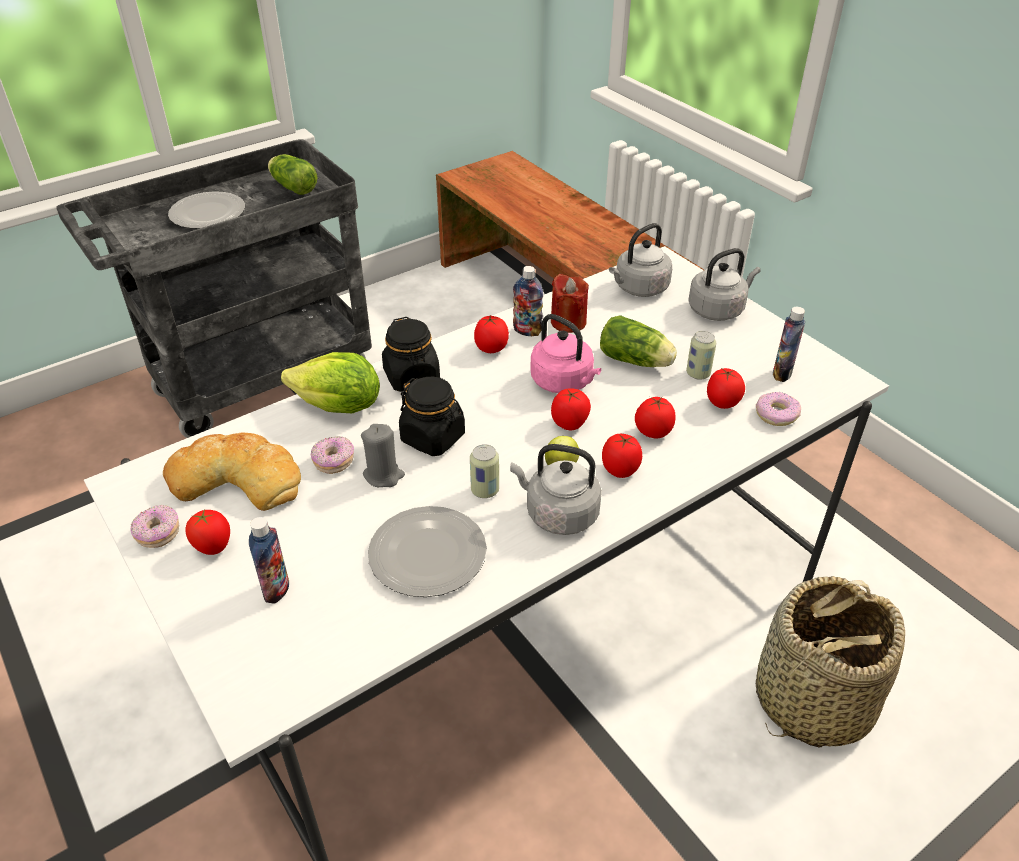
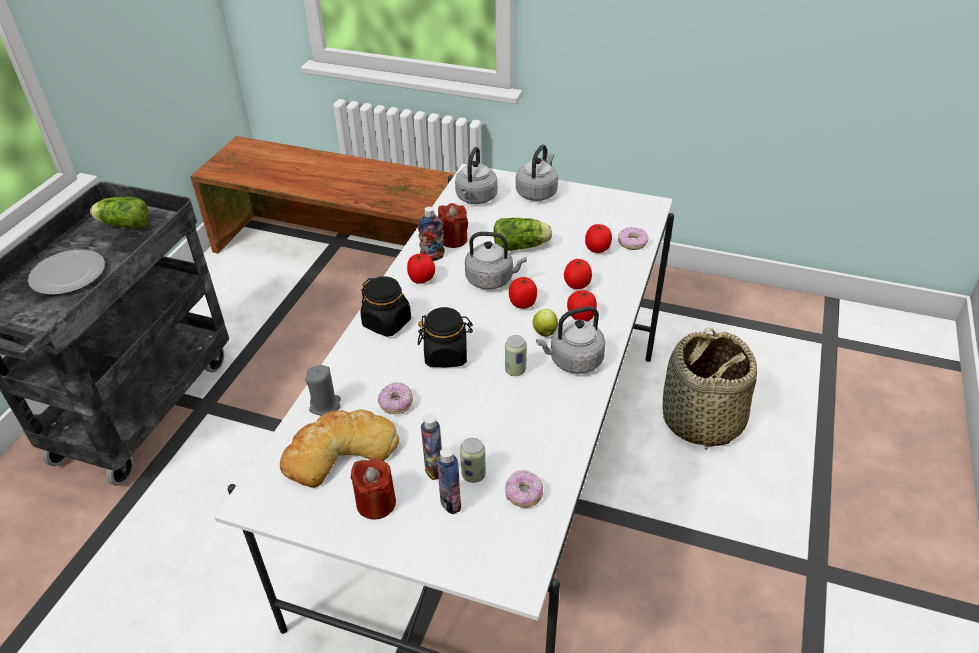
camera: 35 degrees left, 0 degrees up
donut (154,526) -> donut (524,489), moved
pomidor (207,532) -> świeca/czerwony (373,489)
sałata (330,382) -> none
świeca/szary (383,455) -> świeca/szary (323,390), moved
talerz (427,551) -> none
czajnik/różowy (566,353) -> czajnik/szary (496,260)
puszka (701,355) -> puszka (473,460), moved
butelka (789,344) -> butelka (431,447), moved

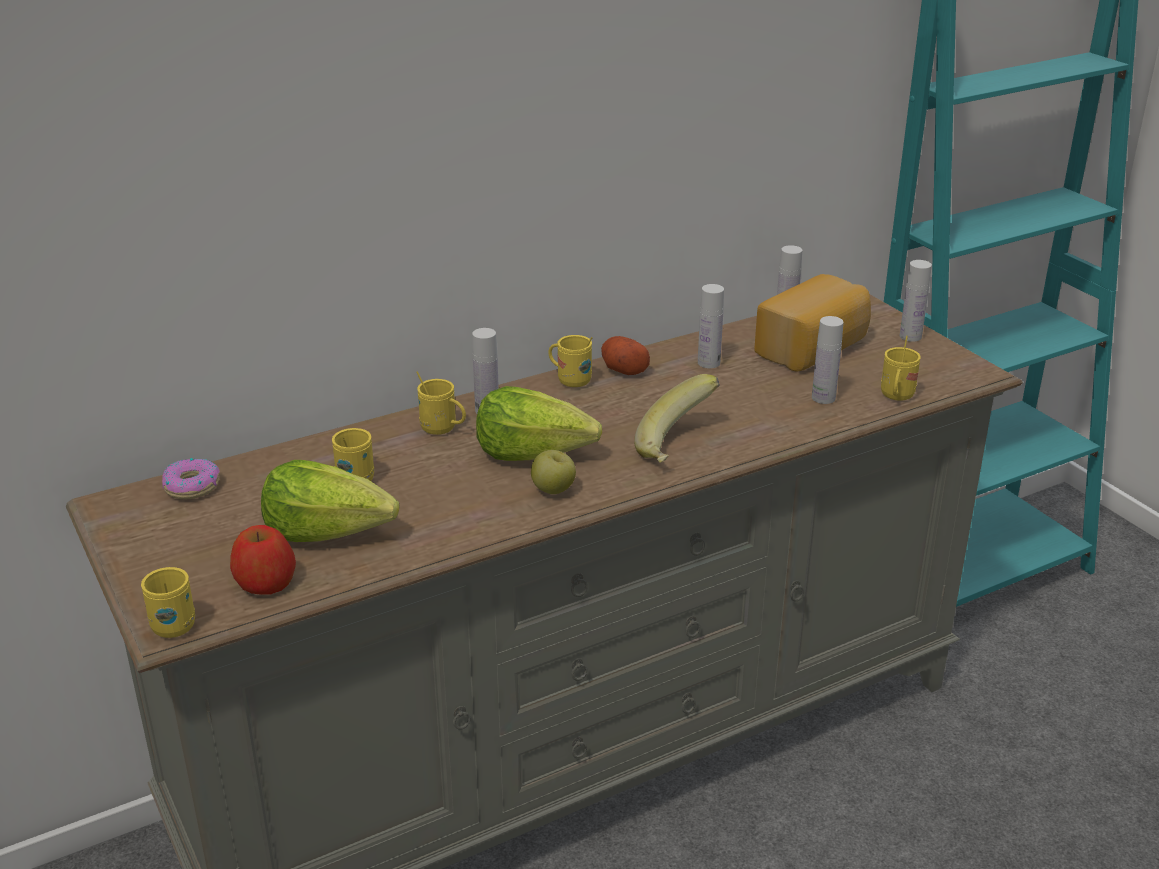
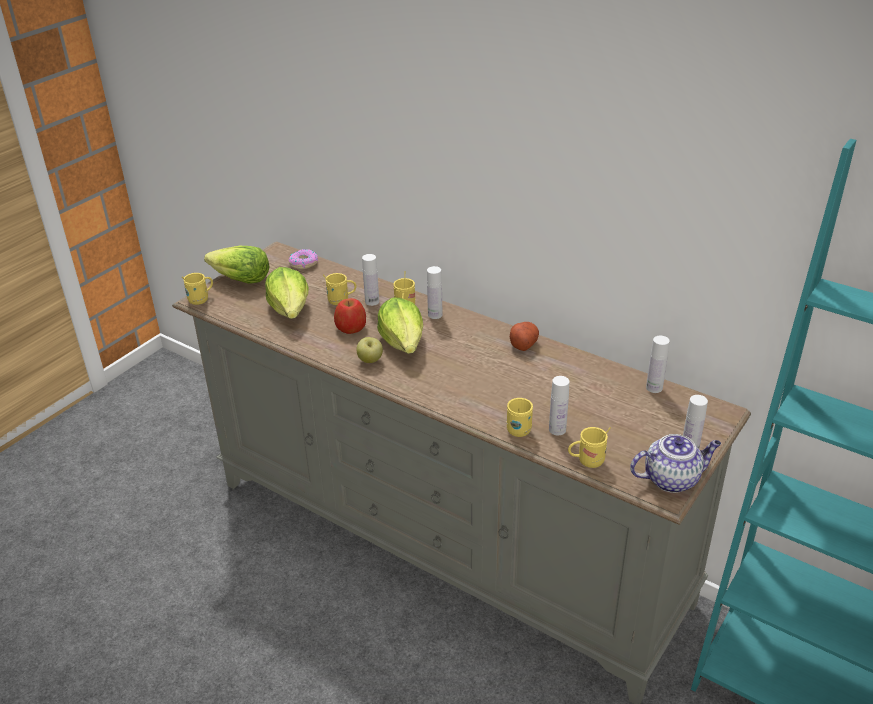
camera: 65 degrees right, 5 degrees up
jabłko (263,559) -> jabłko (350,316), moved
kubek/żółty (570,361) -> kubek/żółty (520,417), moved
banan (677,418) -> none
butelka/biały (711,326) -> butelka/biały (370,280), moved
chleb (812,323) -> none
none -> sałata (237,265)
none -> imbryk (675,463)

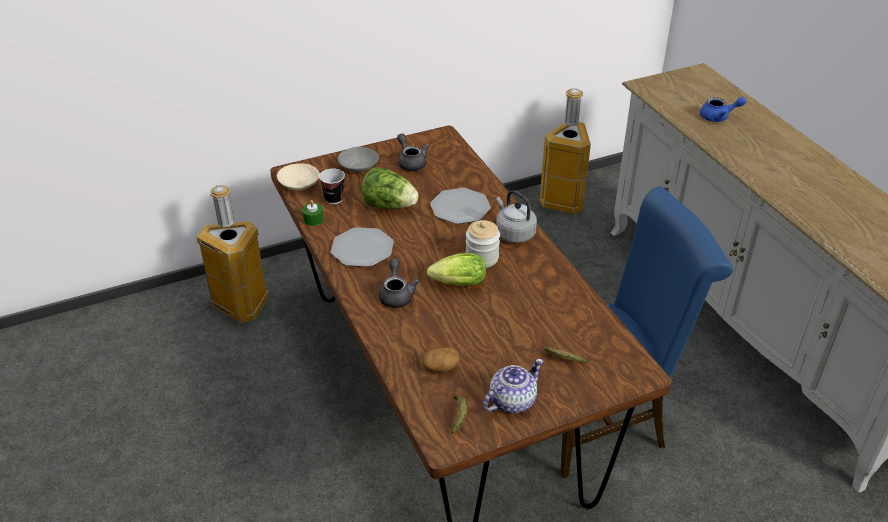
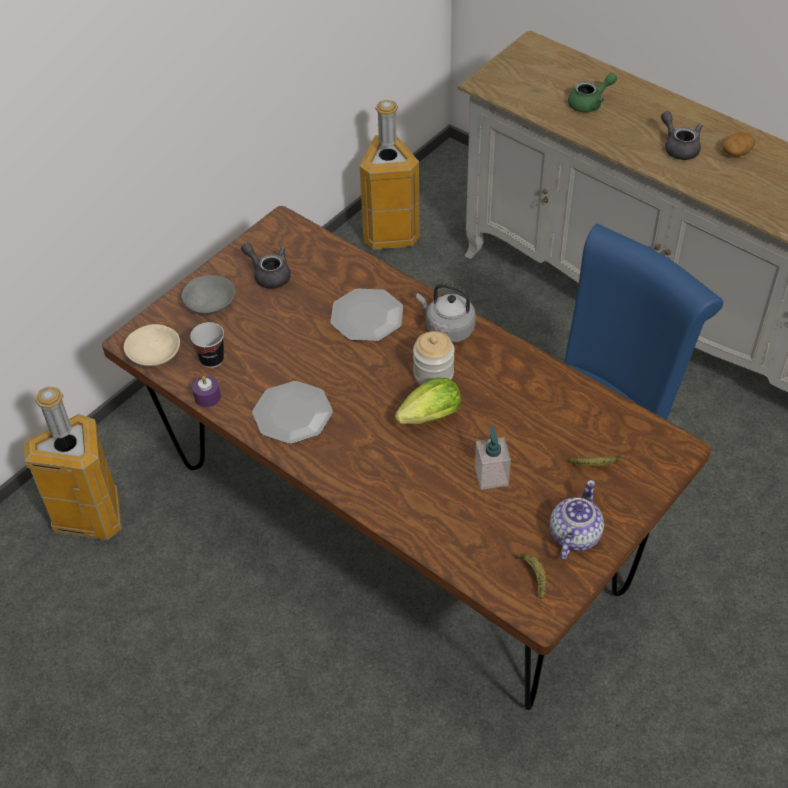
camera: 25 degrees left, 10 degrees up
świeca/zielony (313,213) -> świeca/fioletowy (206,391)
sałata (390,188) -> none
imbryk/szary (399,283) -> imbryk/szary (682,135), moved
ziemniak (441,360) -> ziemniak (738,143), moved
imbryk/niebieski (723,109) -> imbryk/zielony (592,92)
none -> dozownik mydła (493,457)

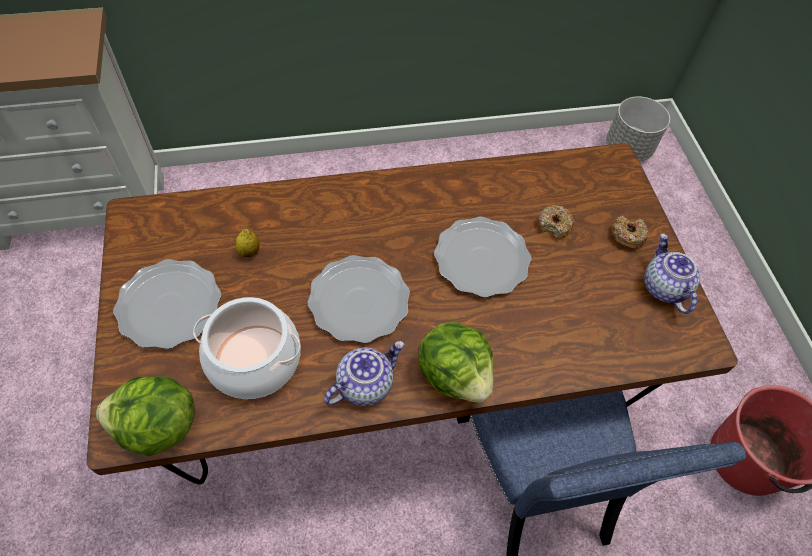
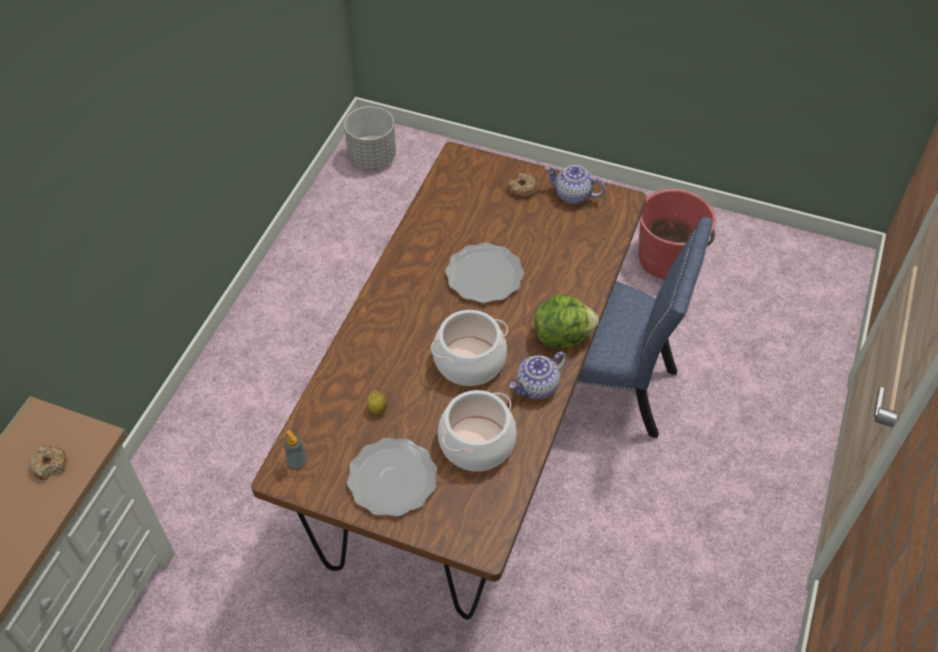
camera: 55 degrees left, 5 degrees down
sałata (145,416) -> none
talerz (358,299) -> garnek (469,348)
imbryk (364,373) -> imbryk (538,376), 120 degrees counterclockwise
donut (556,221) -> donut (48,462), moved
none -> dozownik mydła (295,449)

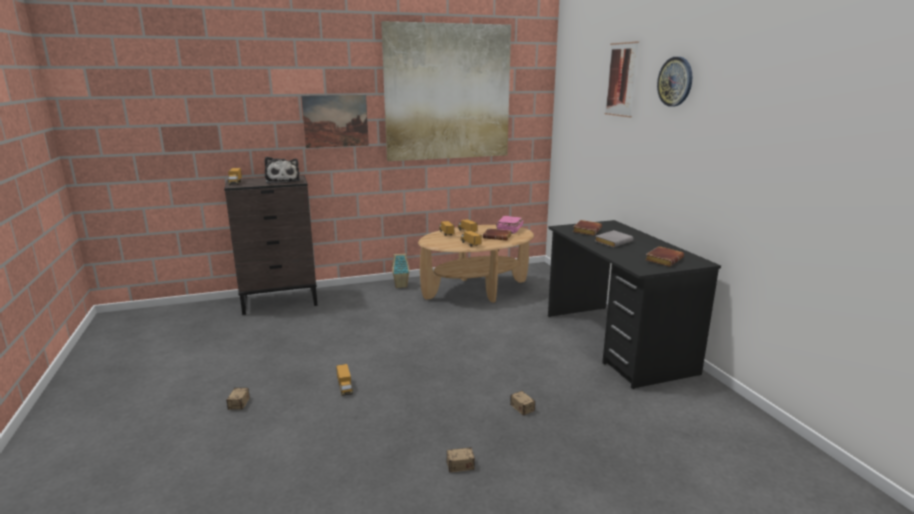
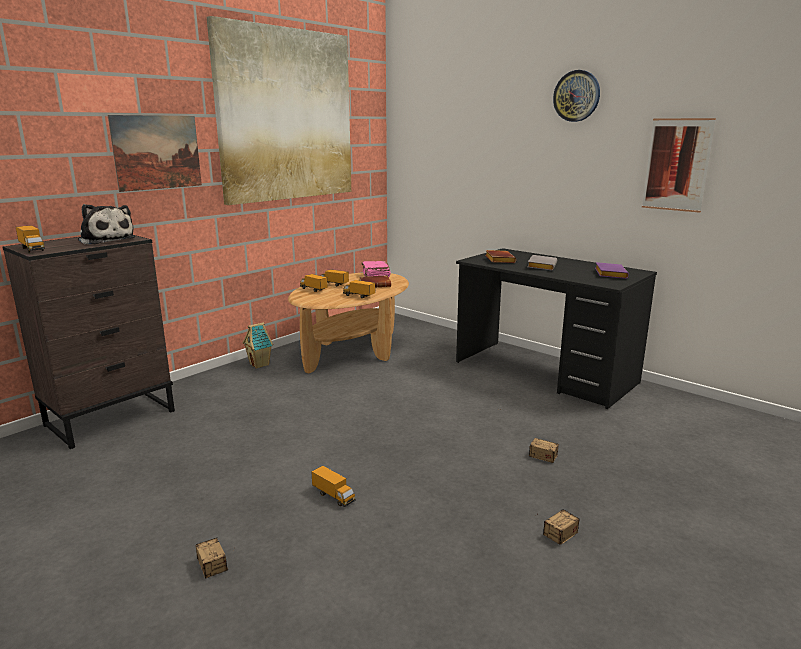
camera: 30 degrees left, 0 degrees up
obraz (622,79) -> obraz (679,165), moved
książka/brązowy (664,256) -> książka/fioletowy (612,270)

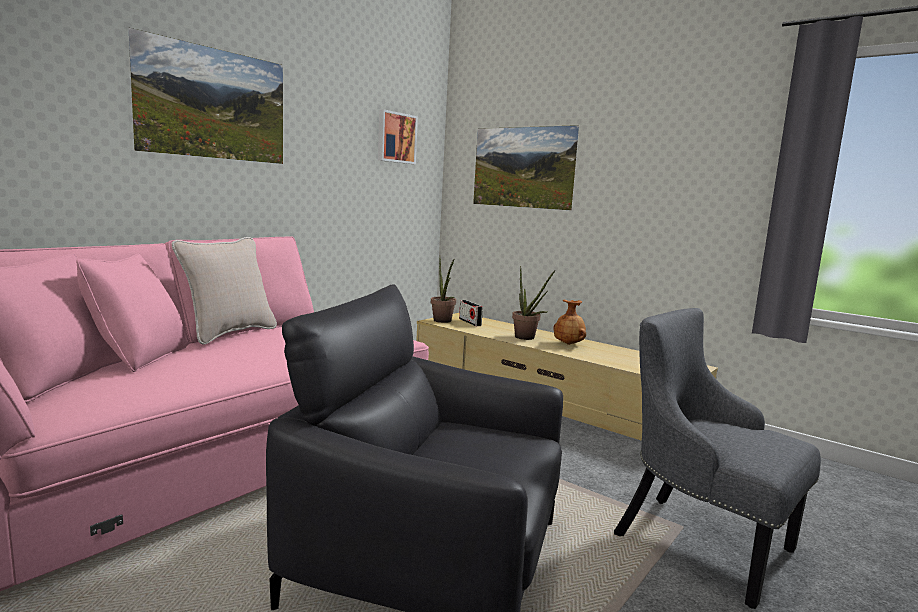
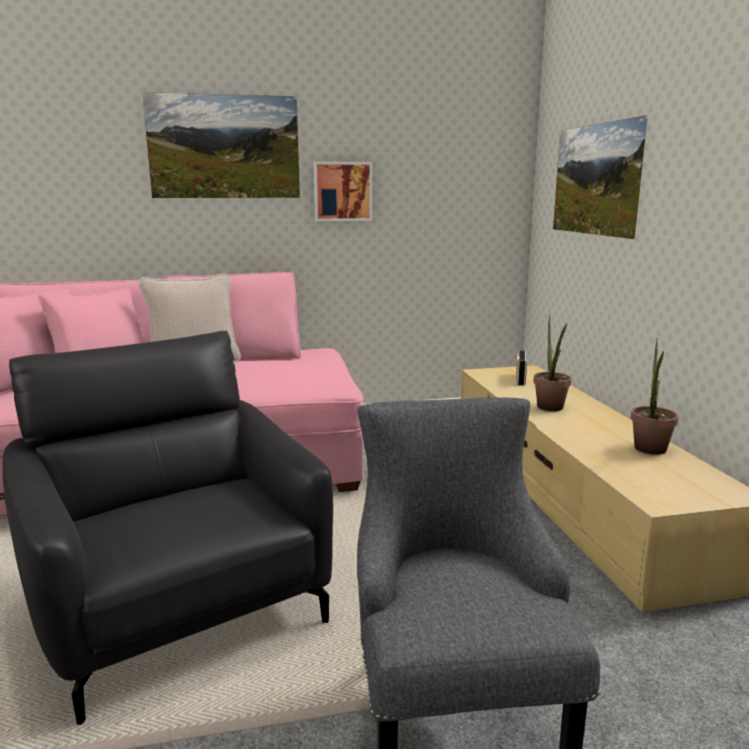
camera: 40 degrees right, 5 degrees up
obraz (398,136) -> obraz (343,191), moved
roślina doniczkowa (443,290) -> roślina doniczkowa (655,396), moved
wazon/brązowy (569,322) -> none

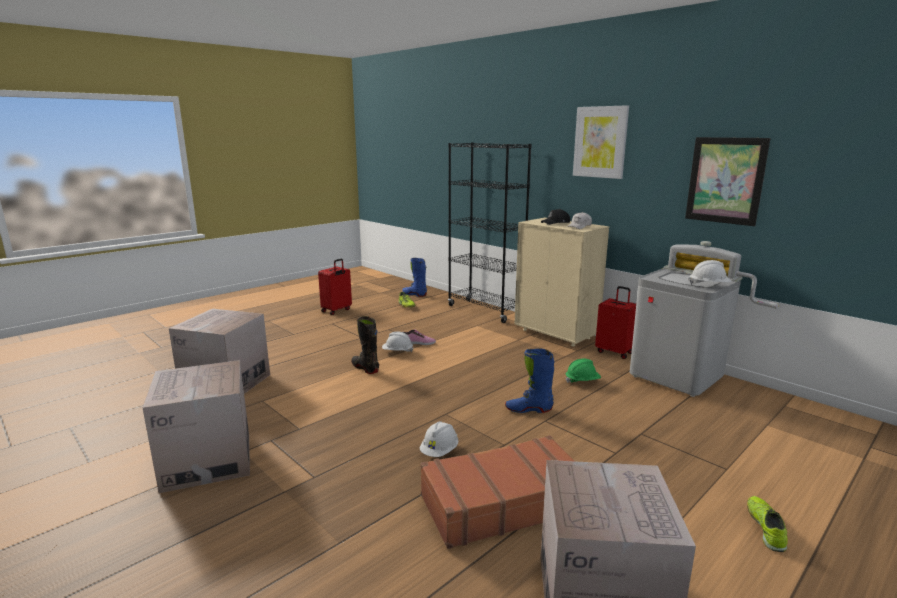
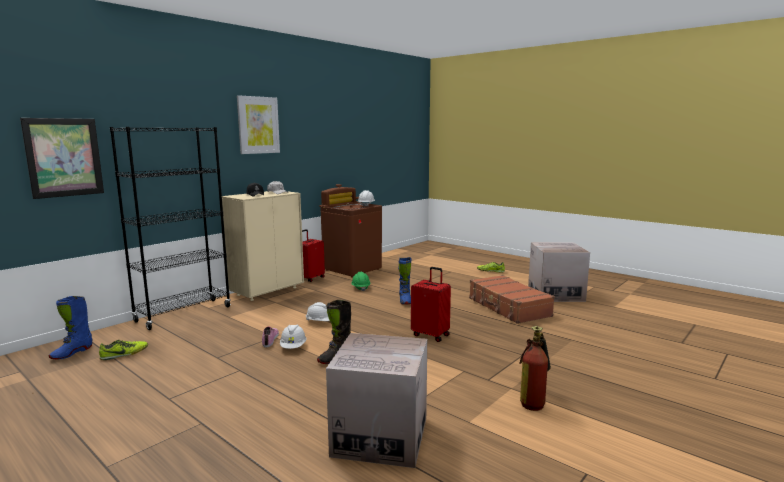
camera: 95 degrees left, 5 degrees down
karton (196,426) -> gaśnica (535,368)
walizka/czerwony (335,287) -> walizka/czerwony (431,304), moved
kask/biały (439,439) -> kask/biały (318,311), moved
pralka/szary (704,319) -> pralka/brązowy (350,231)
obraz (728,181) -> obraz (62,158), moved

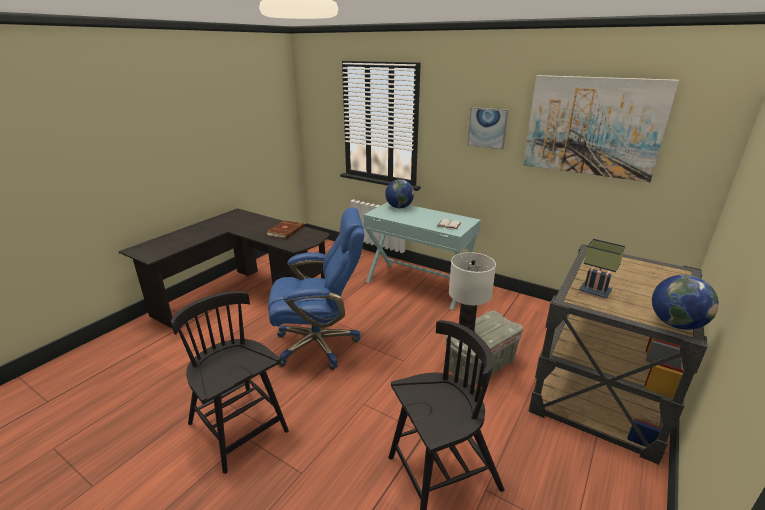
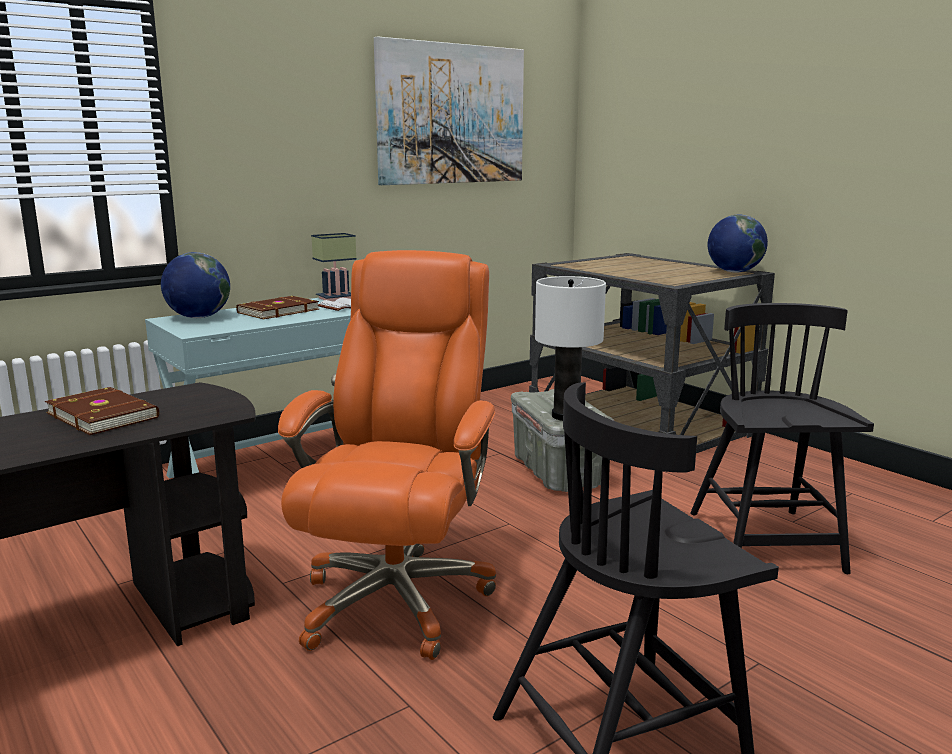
camera: 70 degrees left, 10 degrees down
krzesło biurowe/niebieski (316,288) -> krzesło biurowe/pomarańczowy (387,455)
obraz (487,128) -> none
lampa stołowa (602,269) -> lampa stołowa (334,267), moved
none -> książka/brązowy (277,307)

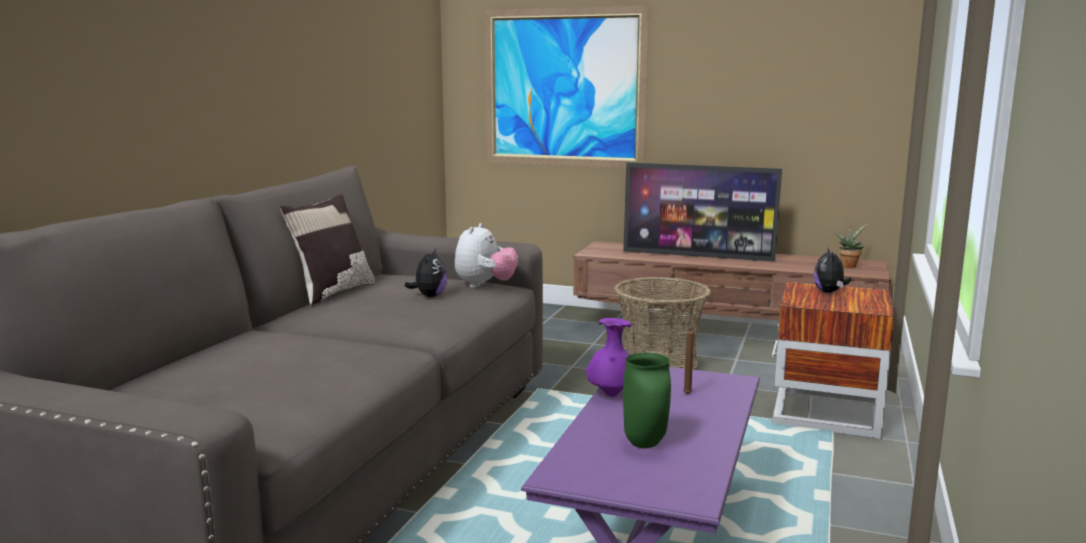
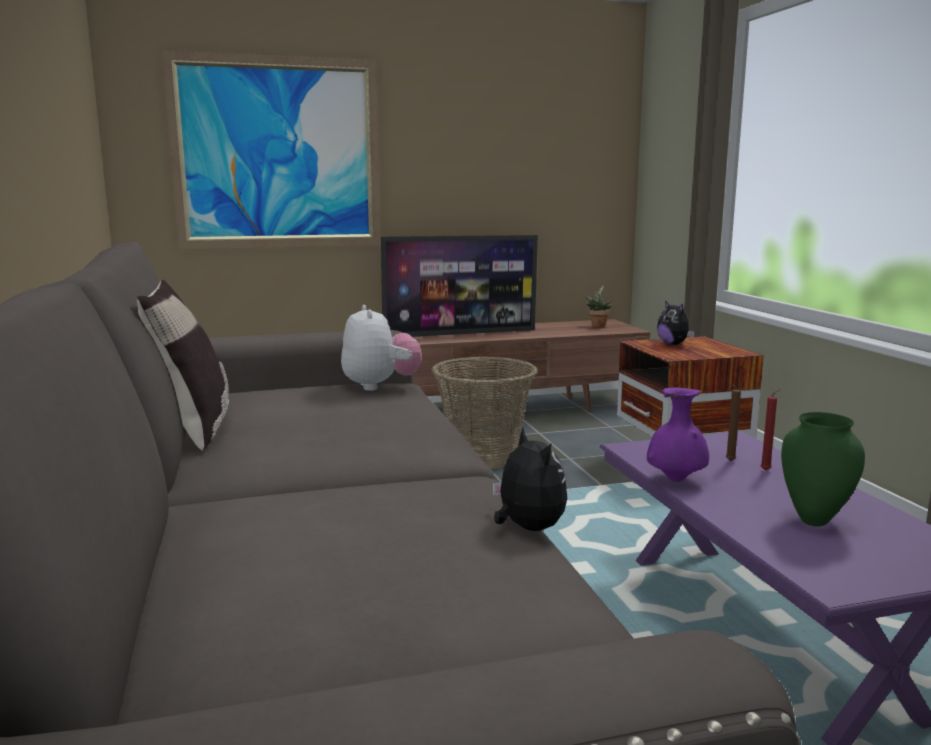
camera: 35 degrees left, 0 degrees up
pluszak (426,272) -> pluszak (530,479), moved
none -> świeca/czerwony (770,430)

